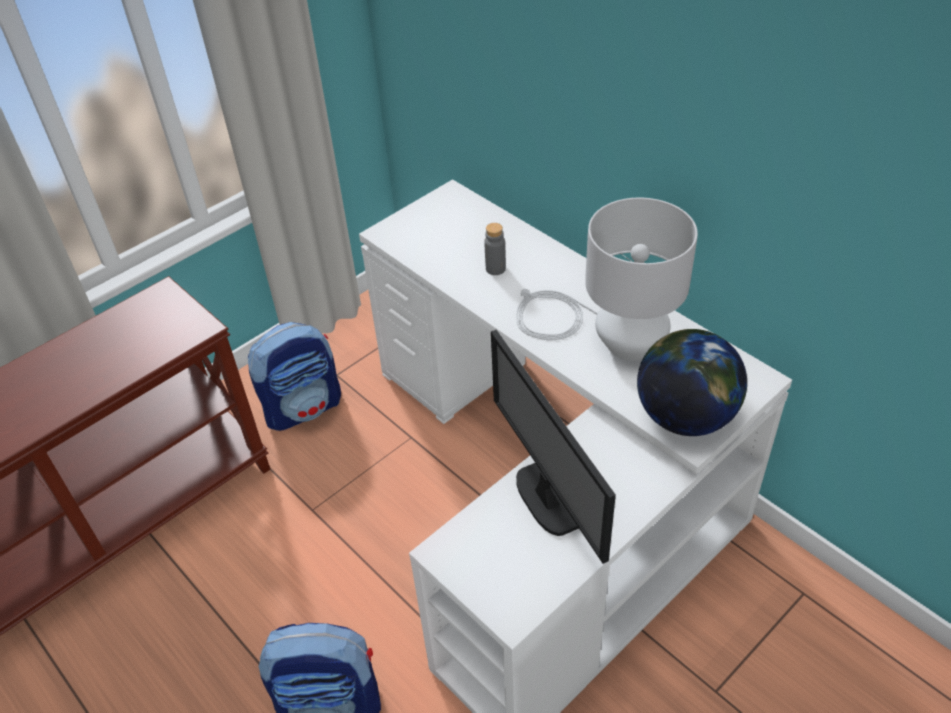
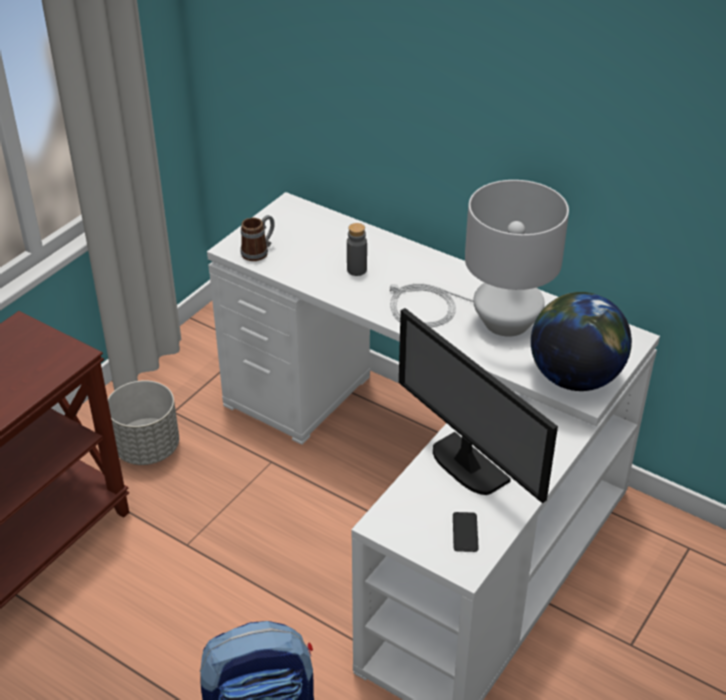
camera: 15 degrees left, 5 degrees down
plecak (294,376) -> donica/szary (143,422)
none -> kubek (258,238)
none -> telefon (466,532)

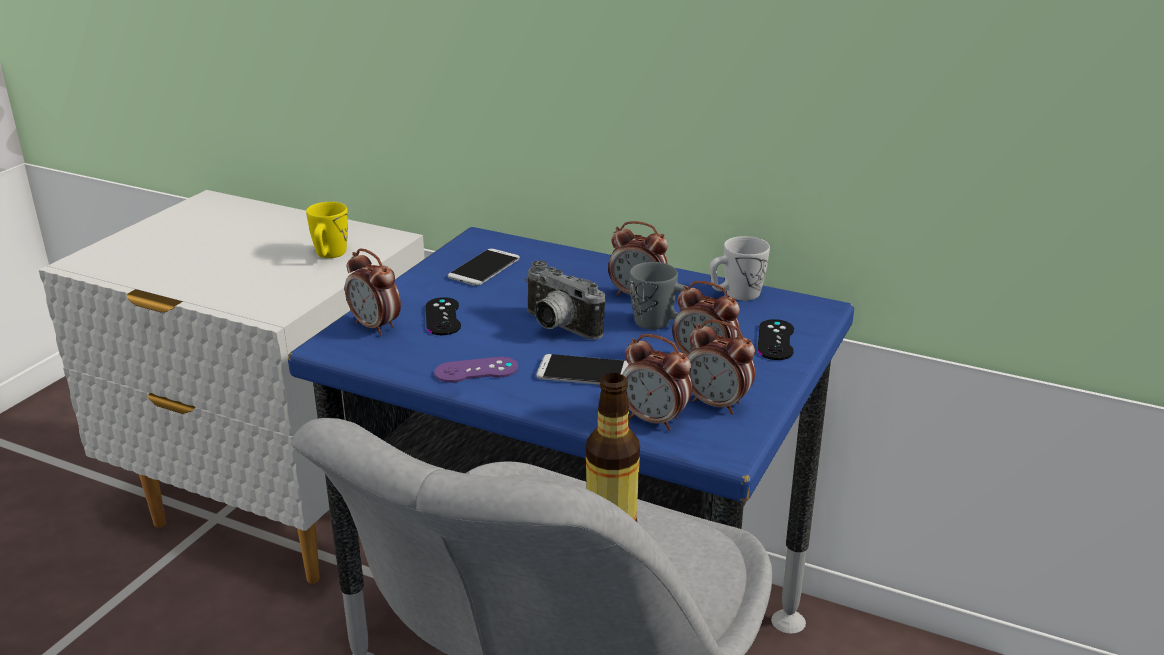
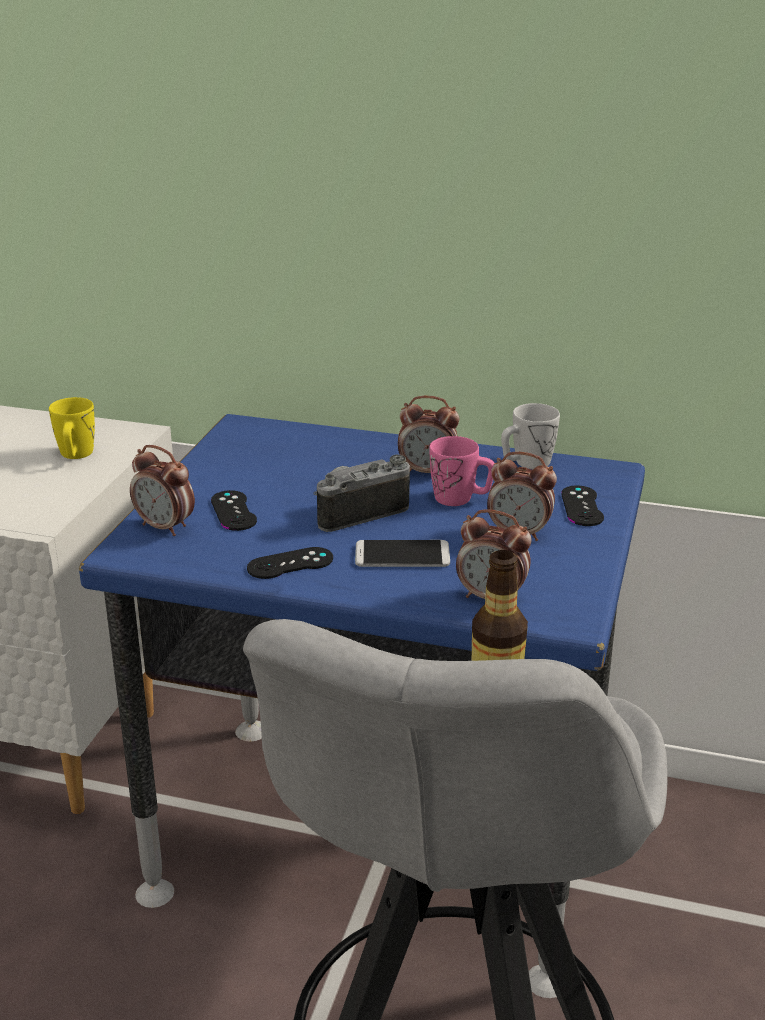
camera: 10 degrees left, 0 degrees up
pad do gier/fioletowy (476,370) -> pad do gier/czarny (290,563)
telefon (484,267) -> none
aparat fotograficzny (565,300) -> aparat fotograficzny (361,493), 120 degrees clockwise
kubek/szary (659,296) -> kubek/różowy (461,471)
budzik (721,366) -> none

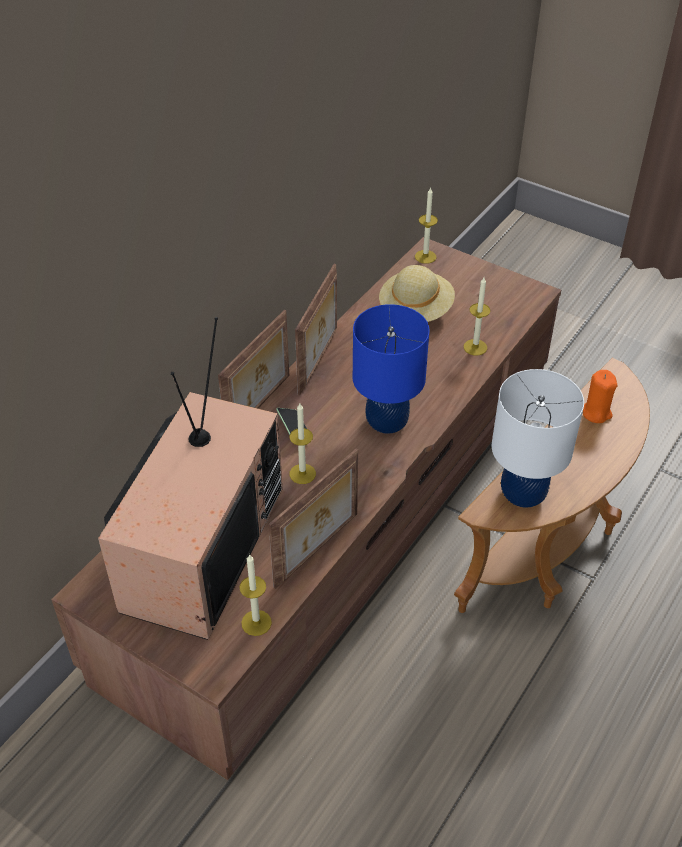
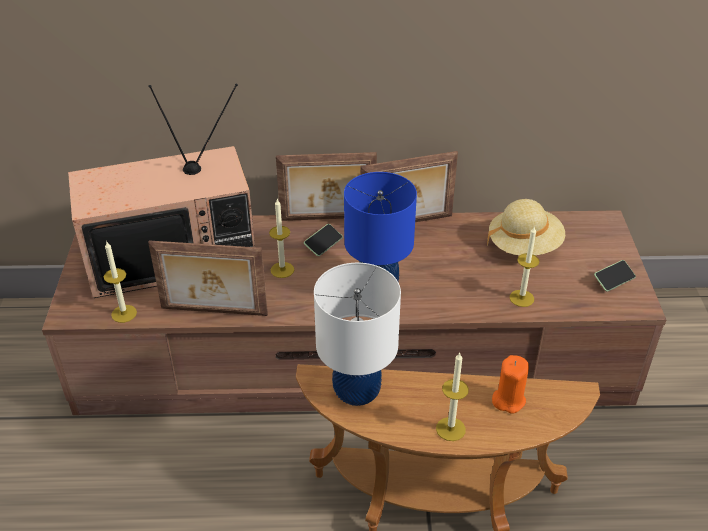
camera: 55 degrees right, 5 degrees down
świeca (426,225) -> świeca (452,396), moved
none -> telefon (615,276)

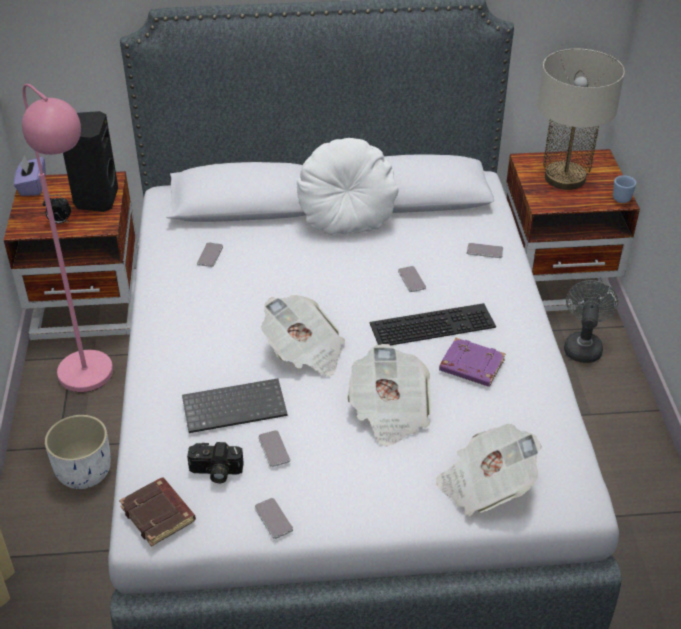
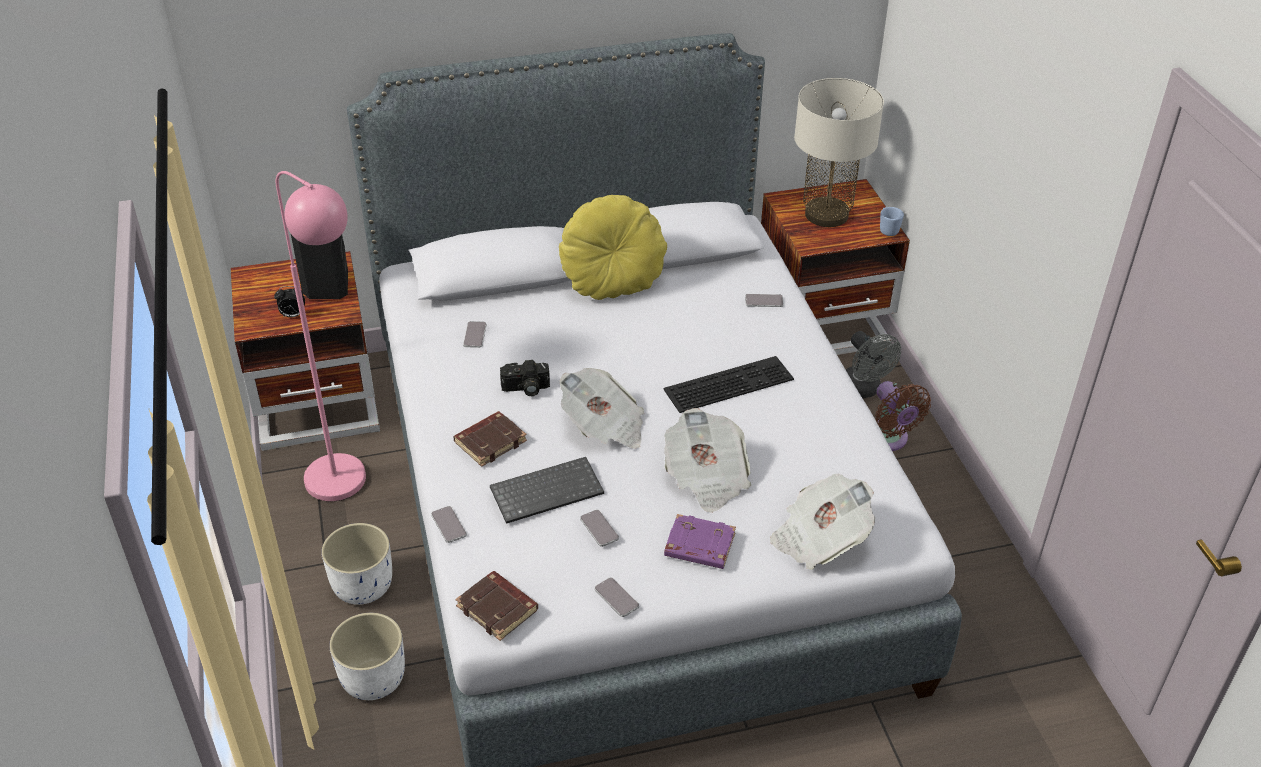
camera: 10 degrees left, 0 degrees up
pudełko chusteczek/fioletowy (29,176) -> none
aparat fotograficzny (215,462) -> aparat fotograficzny (525,378), moved
poduszka/biały (347,186) -> poduszka/żółty (613,247)
telefon (412,279) -> telefon (449,524), moved
książka/fioletowy (472,362) -> książka/fioletowy (700,541), moved
wentylator/szary (591,321) -> wentylator/szary (873,365), 150 degrees clockwise
none -> donica/biały (367,656)
none -> książka/brązowy (490,439)
none -> wentylator/brązowy (903,416)

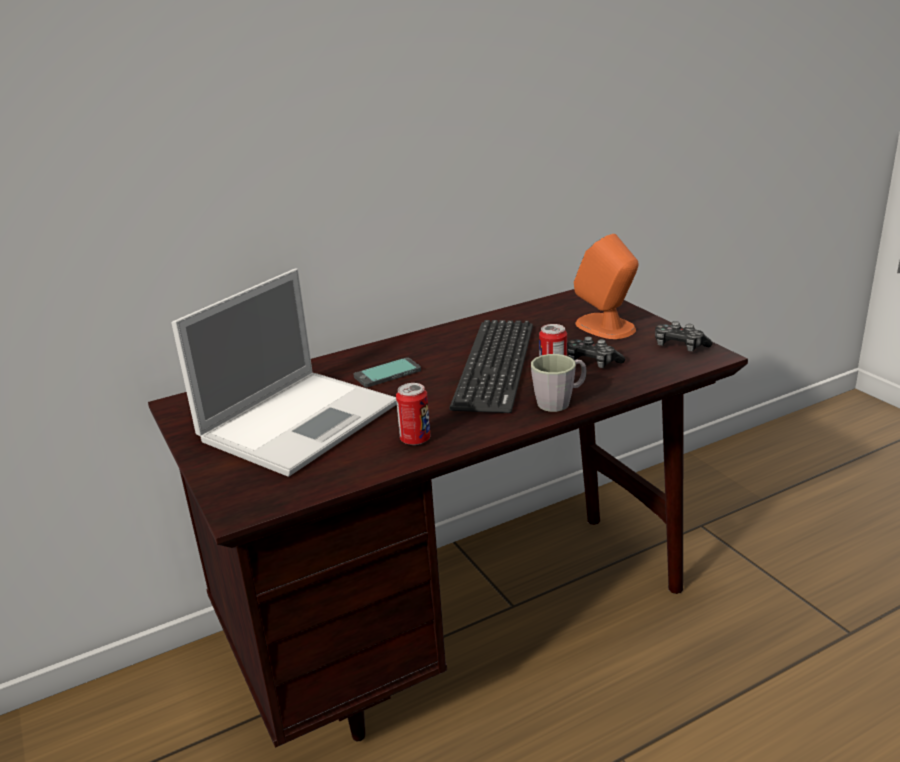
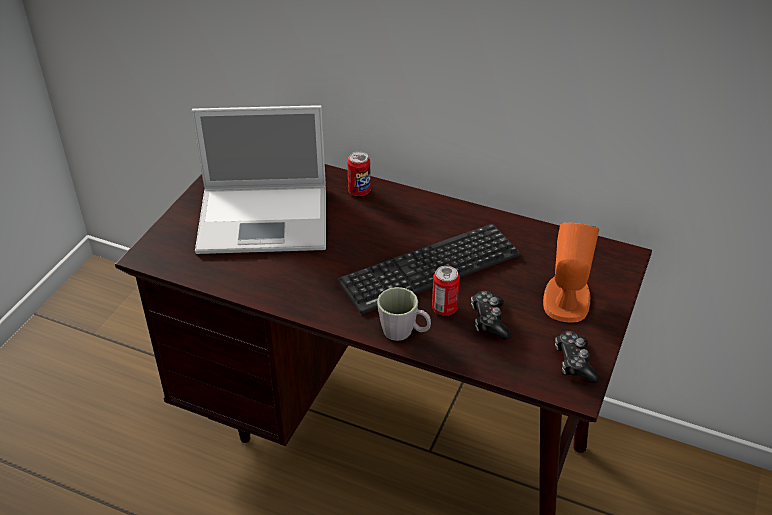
camera: 50 degrees right, 15 degrees up
telefon (387,372) -> none
puszka (413,414) -> puszka (359,173), moved

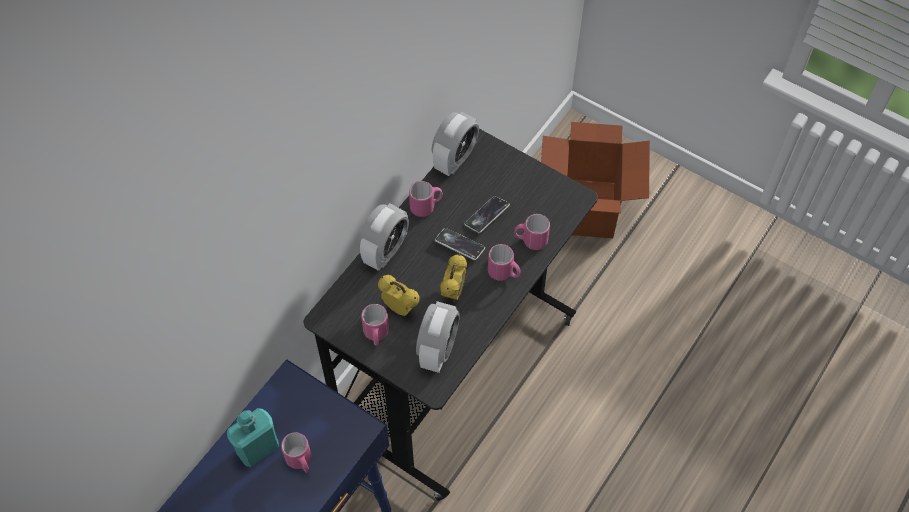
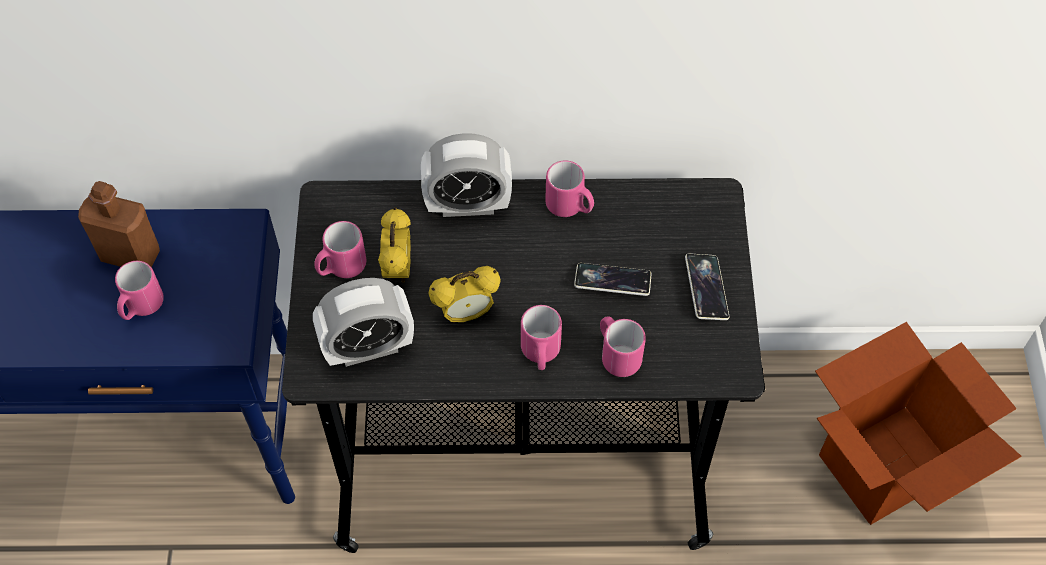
camera: 55 degrees right, 0 degrees up
butelka/turkusowy (253,437) -> butelka/brązowy (119,224)
budzik (455,143) -> none
telefon (460,244) -> telefon (707,286), moved

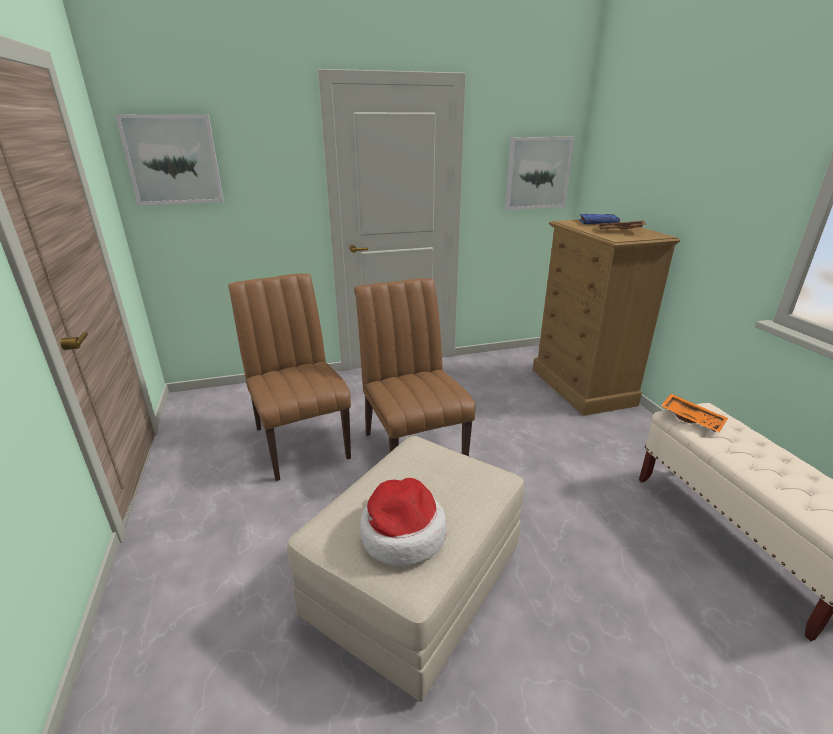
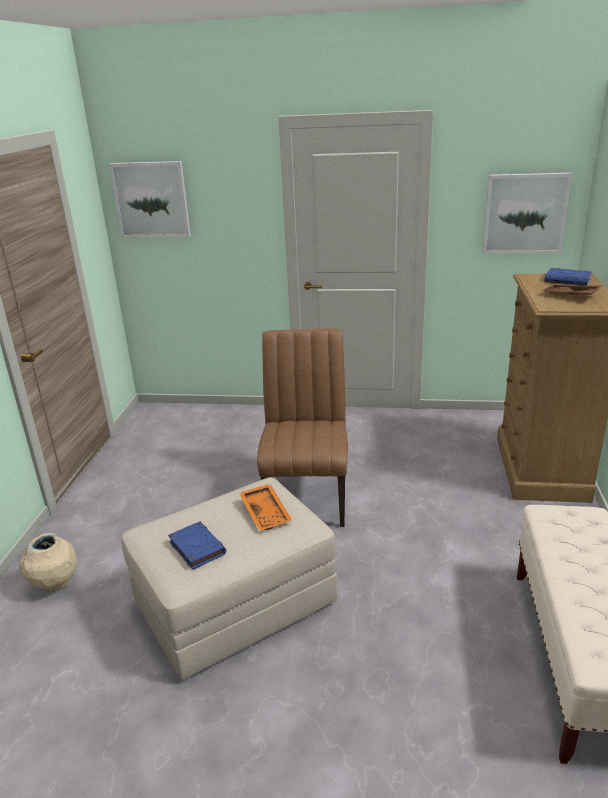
camera: 25 degrees right, 0 degrees up
krzesło/brązowy (289,377) -> none
kapelusz (403,522) -> książka/niebieski (197,545)
taca/pomarańczowy (694,413) -> taca/pomarańczowy (265,507), moved
none -> wazon/beżowy (48,562)

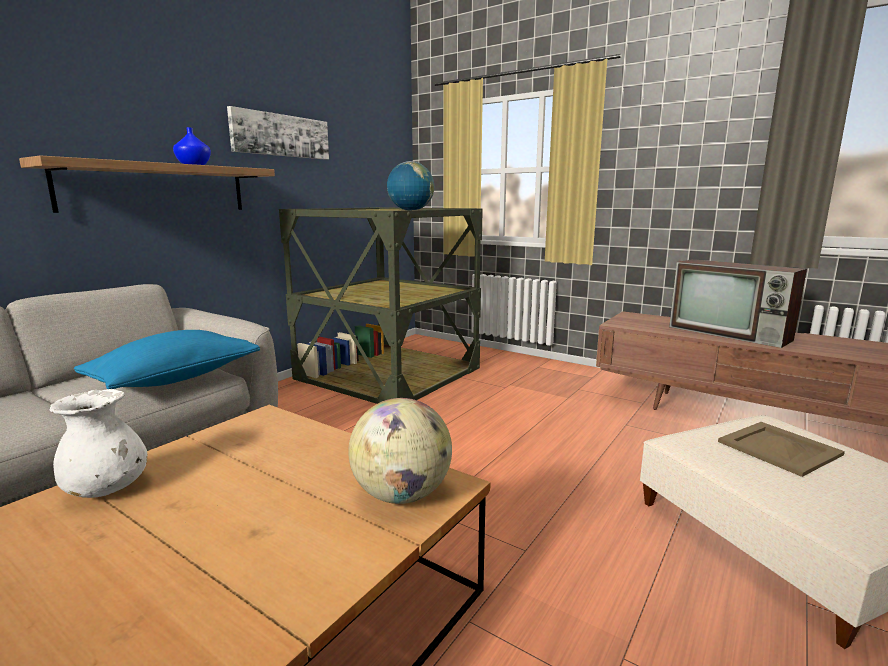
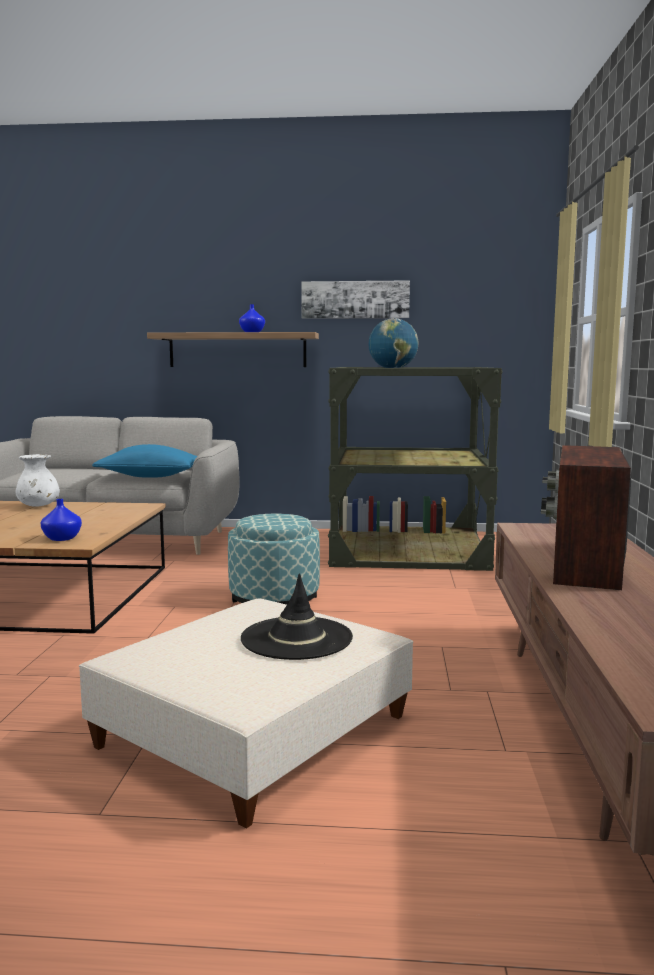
camera: 60 degrees right, 5 degrees down
globus (400,451) -> wazon/niebieski (61,520)
taca/beżowy (781,449) -> kapelusz/czarny (297,616)
none -> pufa (274,559)

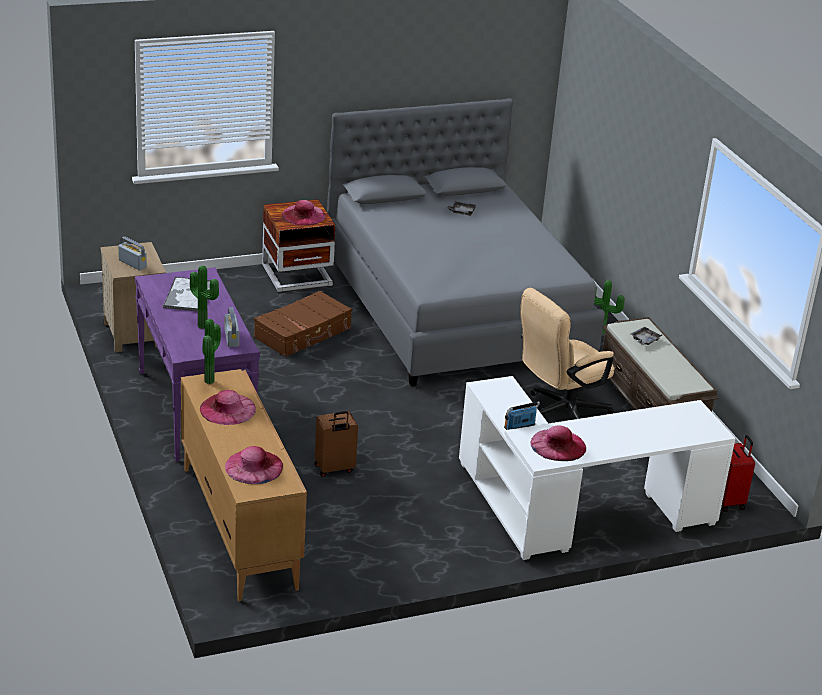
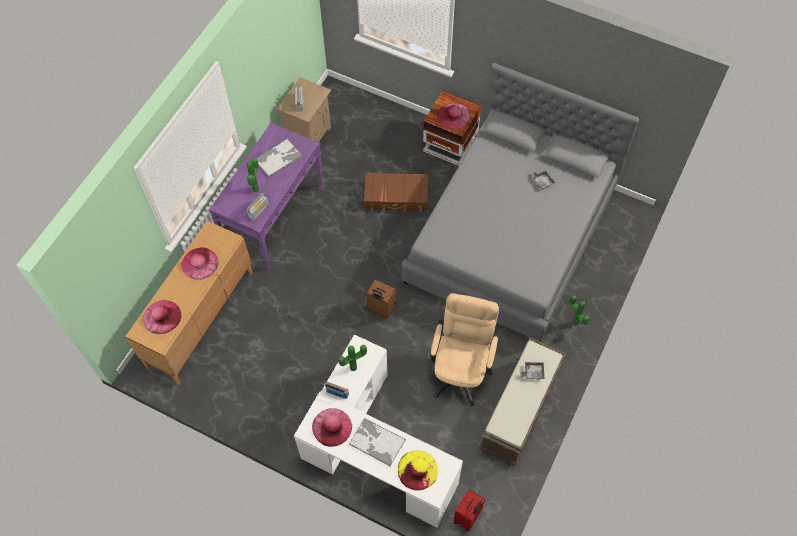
camera: 50 degrees right, 30 degrees up
roślina doniczkowa (211,351) -> roślina doniczkowa (352,358), moved
walizka/brązowy (336,444) -> walizka/brązowy (381,299), moved
krzesło biurowe/beżowy (567,353) -> krzesło biurowe/beżowy (464,349), 90 degrees clockwise
none -> taca (377,442)
none -> kapelusz/żółty (418,470)

